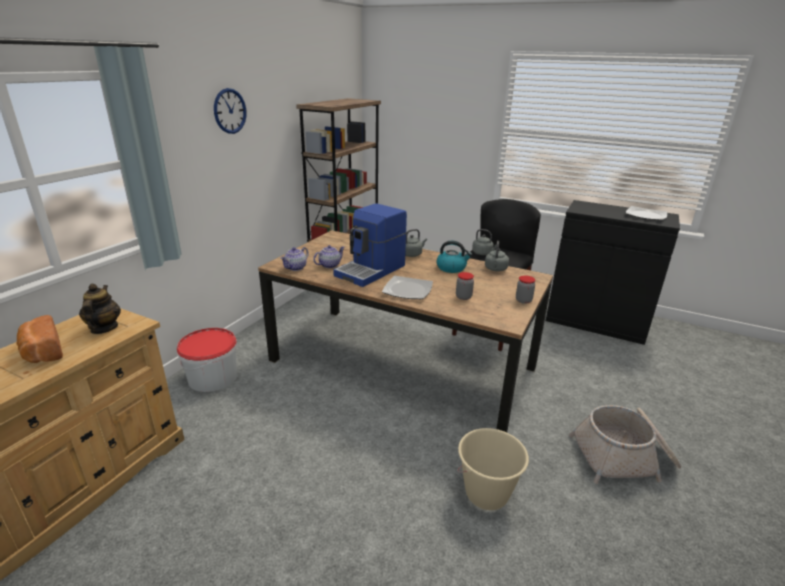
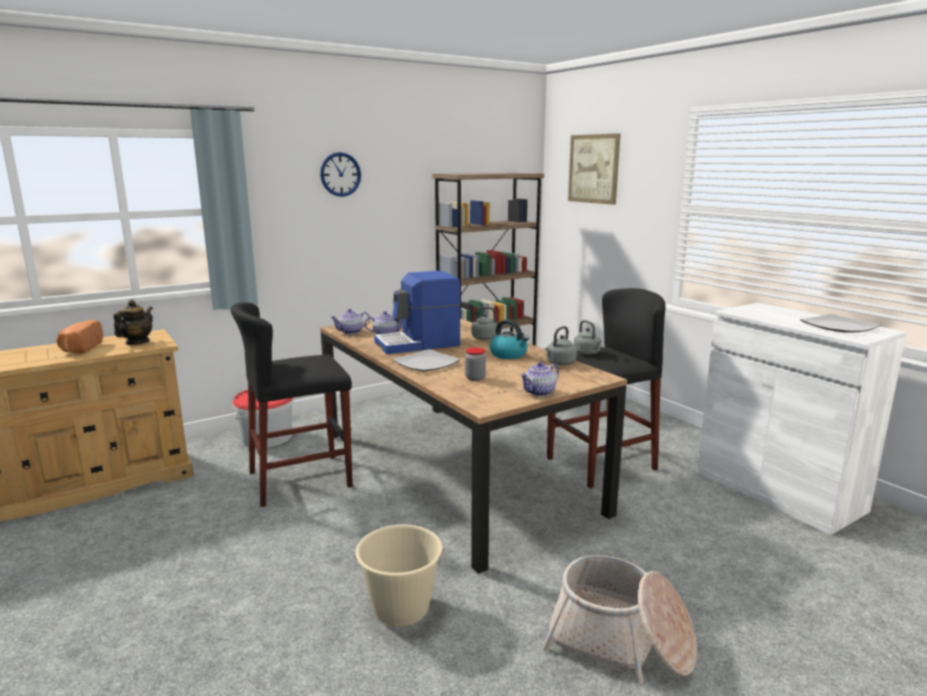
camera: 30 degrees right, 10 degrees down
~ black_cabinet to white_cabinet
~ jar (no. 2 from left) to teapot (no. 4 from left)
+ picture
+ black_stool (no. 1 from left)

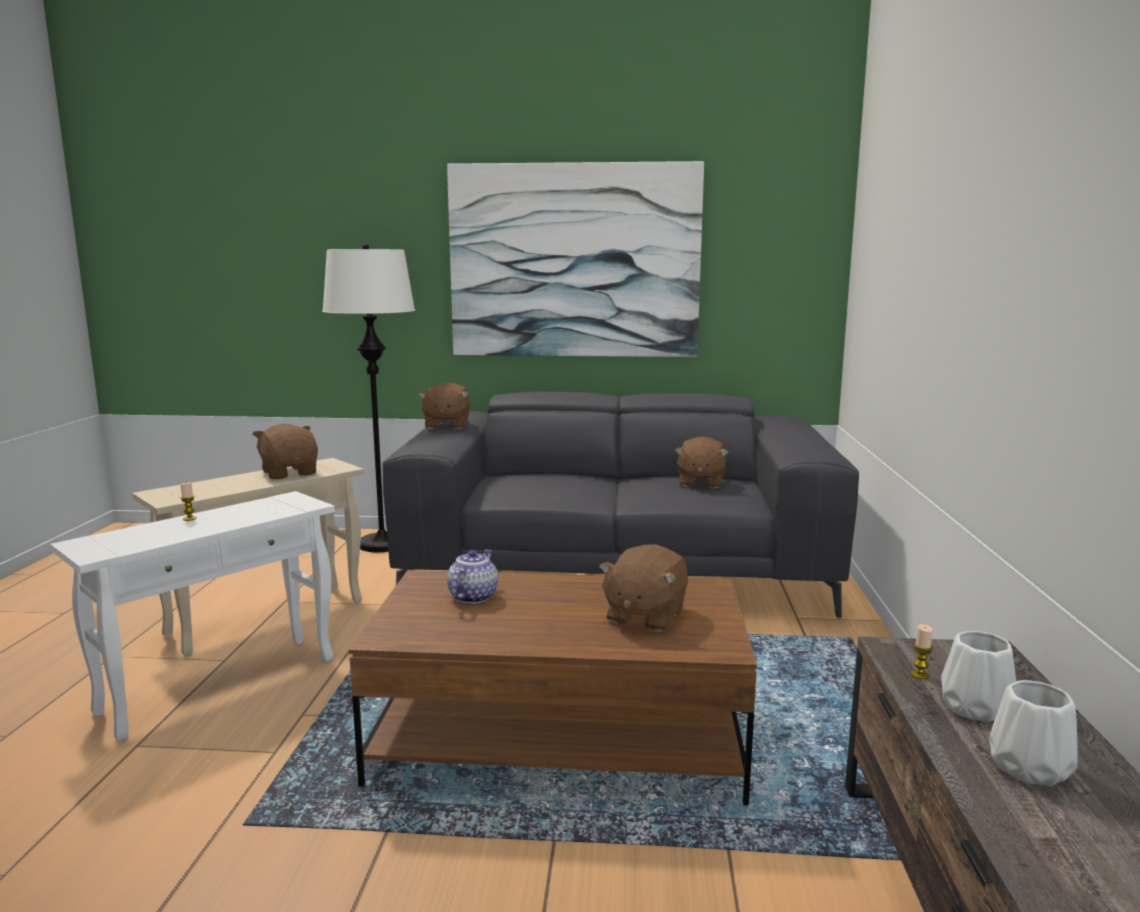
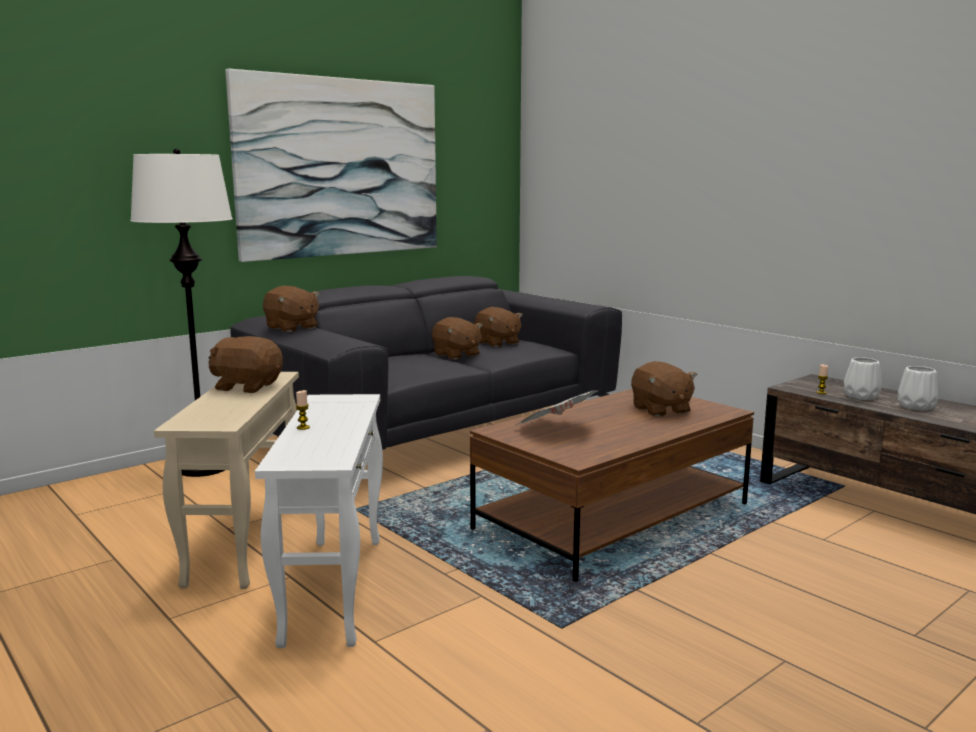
camera: 45 degrees left, 0 degrees up
~ teapot to newspaper
+ brown_plush_toy (no. 3 from left)

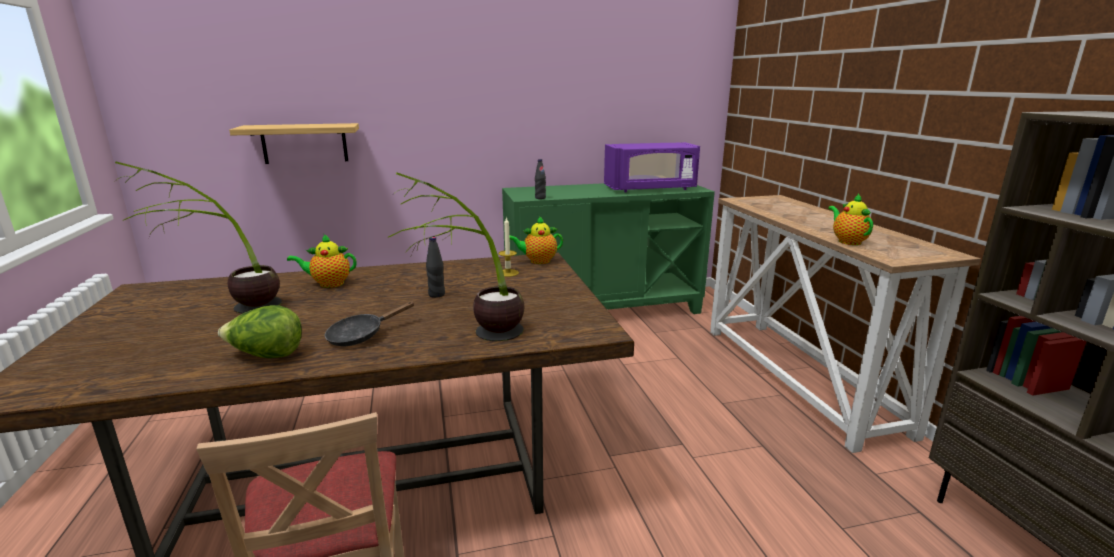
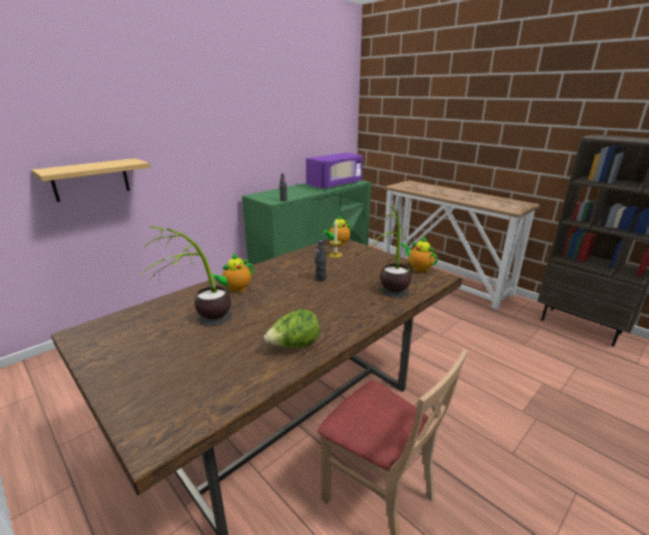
camera: 30 degrees left, 5 degrees up
~ teapot (no. 3 from left)
- black_frying_pan

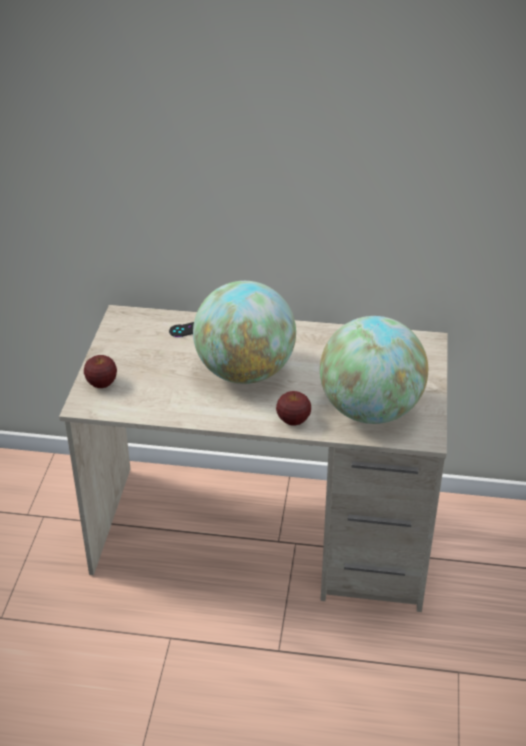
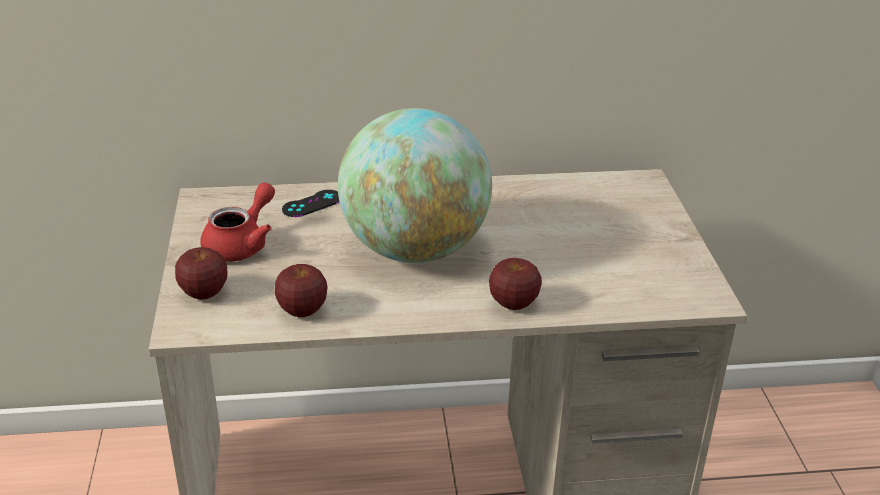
camera: 15 degrees left, 5 degrees down
- globe (no. 2 from left)
+ red_teapot
+ apple (no. 2 from left)

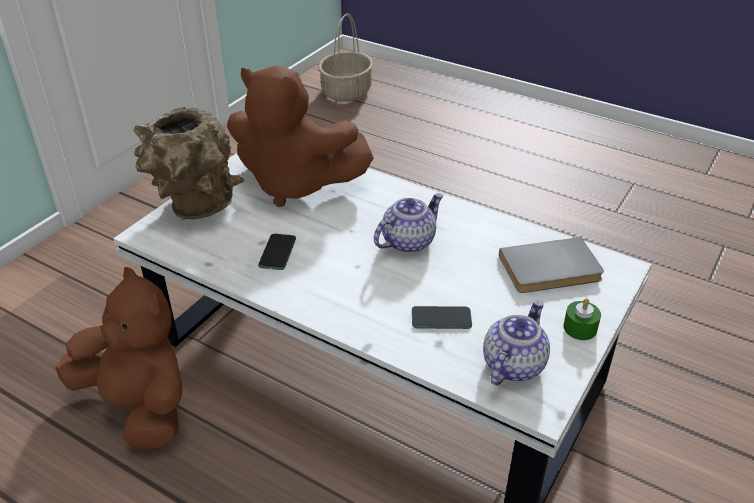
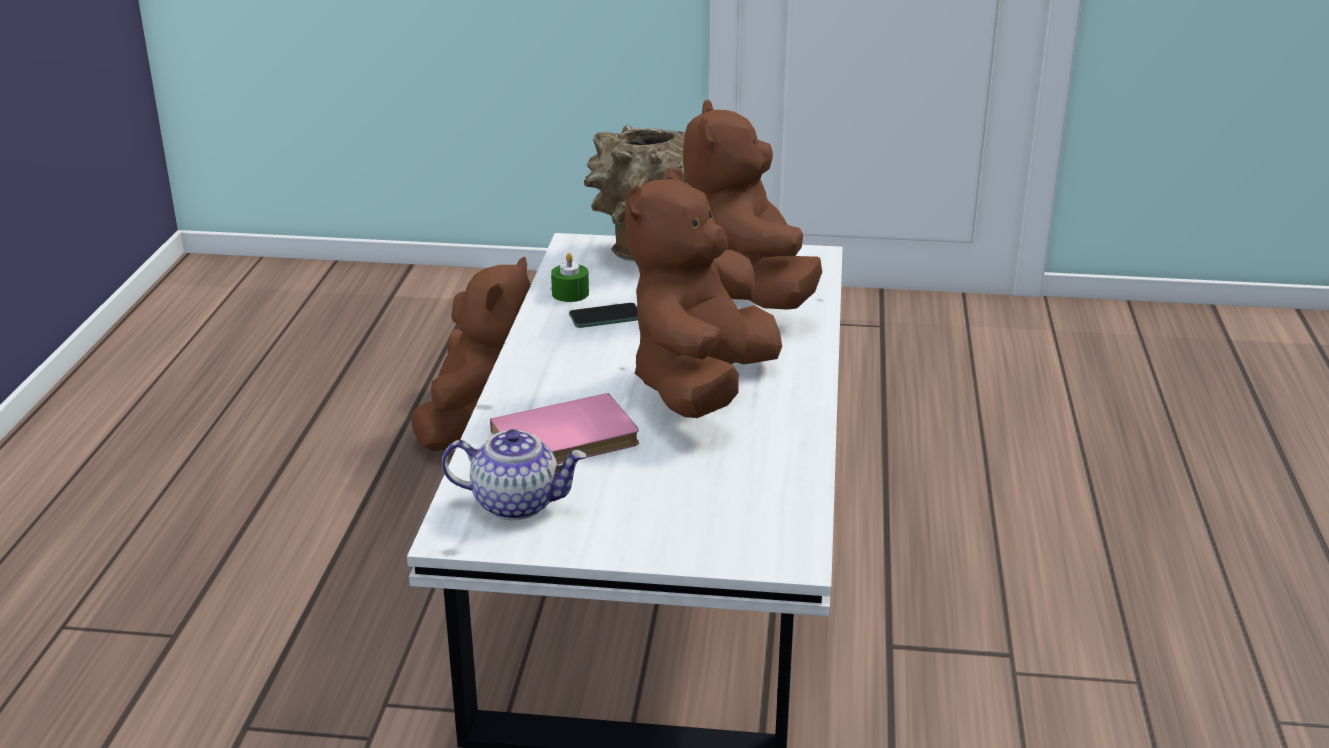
camera: 65 degrees right, 10 degrees down
- basket
~ teapot (no. 1 from left) to brown_plush_toy (no. 2 from left)
- grey_book
~ green_candle
~ phone (no. 2 from left) to pink_book

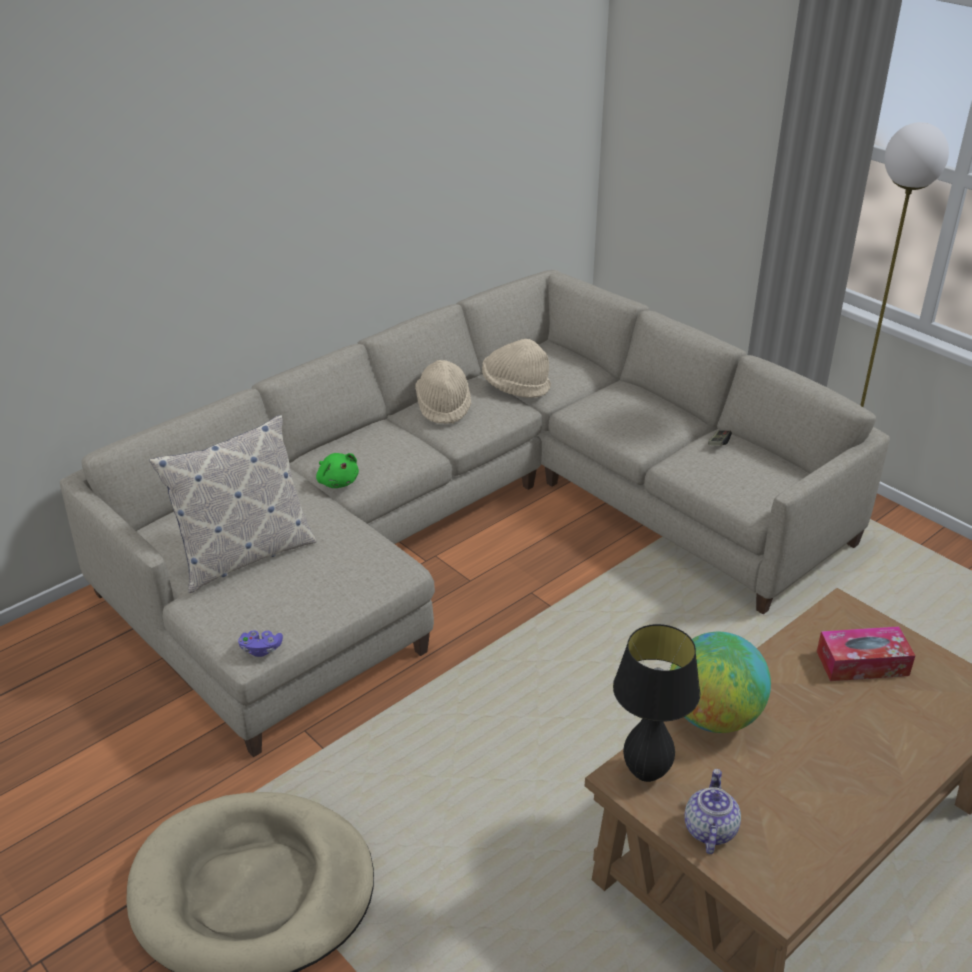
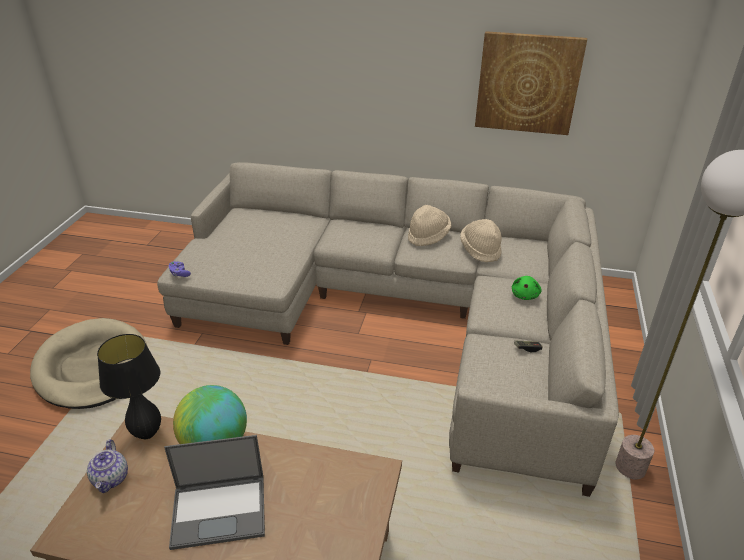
camera: 55 degrees right, 0 degrees up
- pillow
~ green_plush_toy
- tissue_box
~ teapot 105 degrees clockwise
+ picture
+ laptop

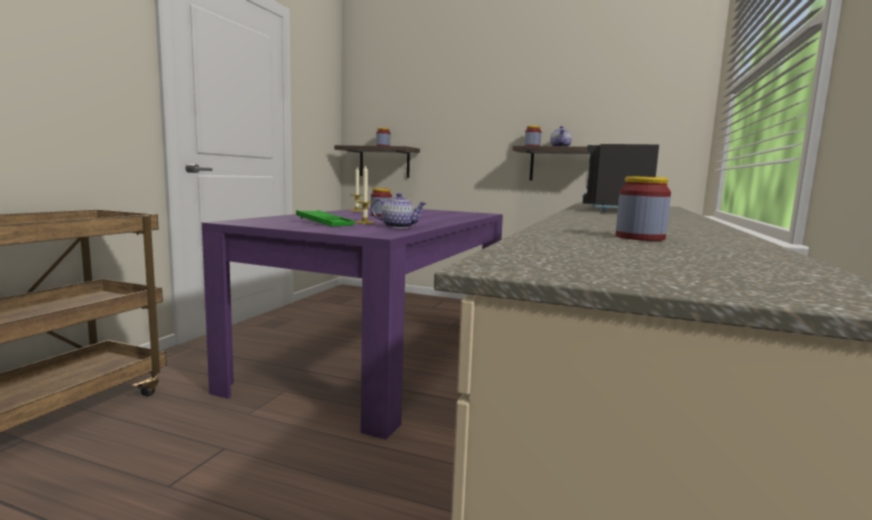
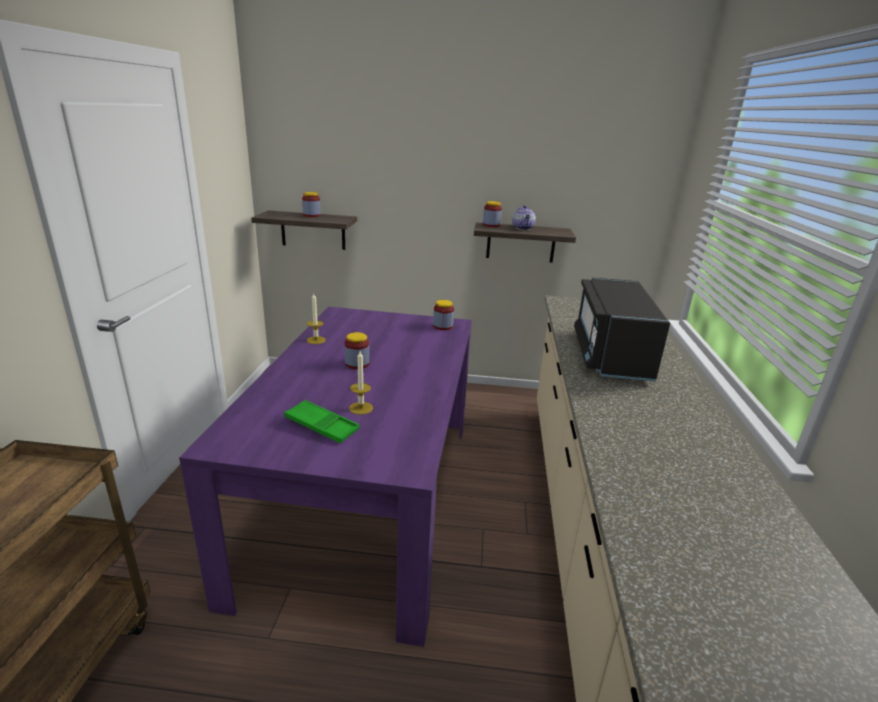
camera: 15 degrees left, 15 degrees up
~ jar (no. 4 from left in the first image) to jar (no. 3 from left)
- teapot (no. 1 from left)

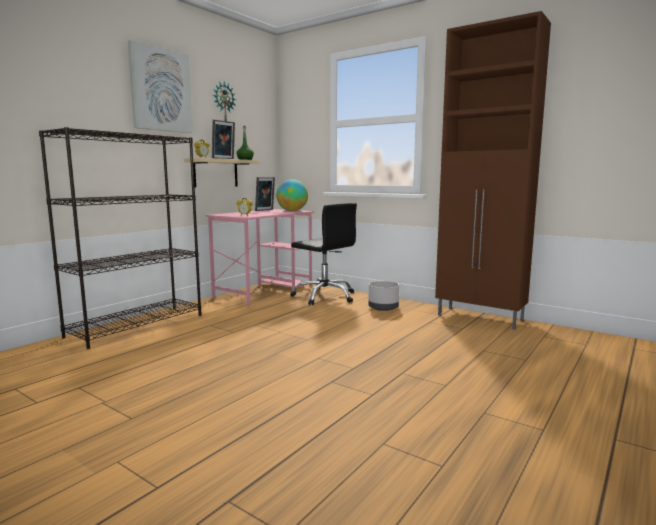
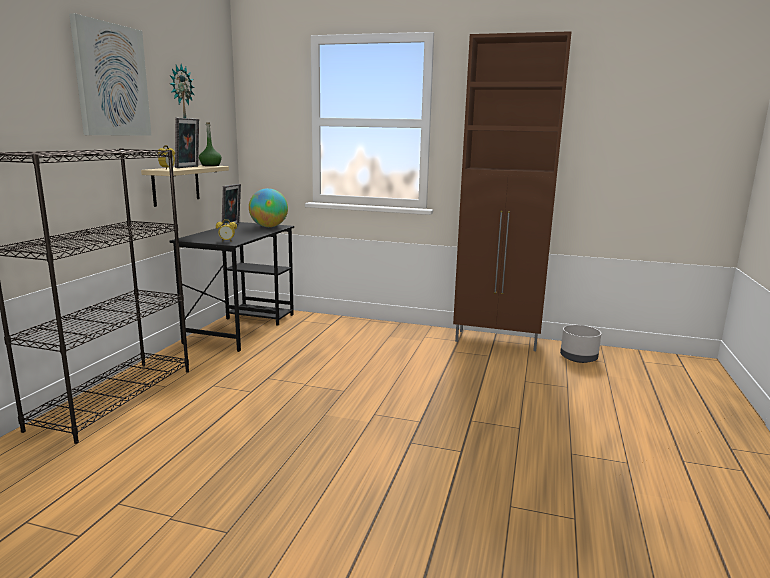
camera: 20 degrees left, 5 degrees up
- black_office_chair
~ pink_desk to black_desk
~ grey_planter

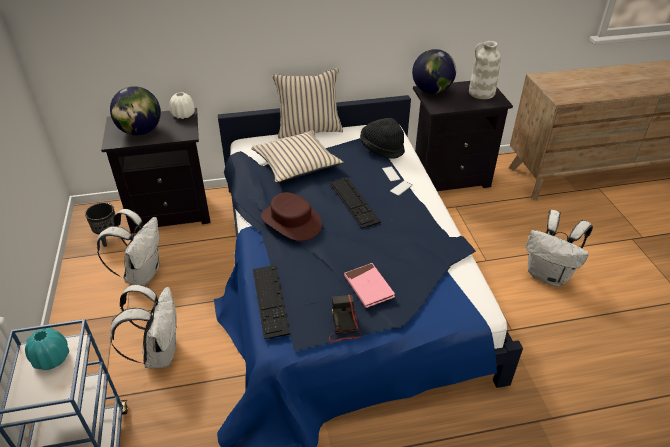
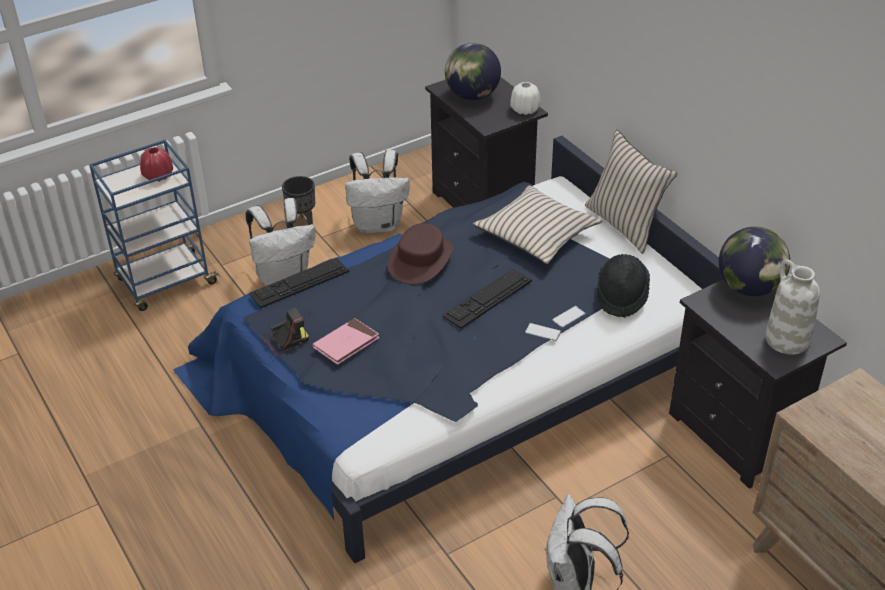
camera: 70 degrees right, 0 degrees up
~ black_planter
~ turquoise_vase to red_vase

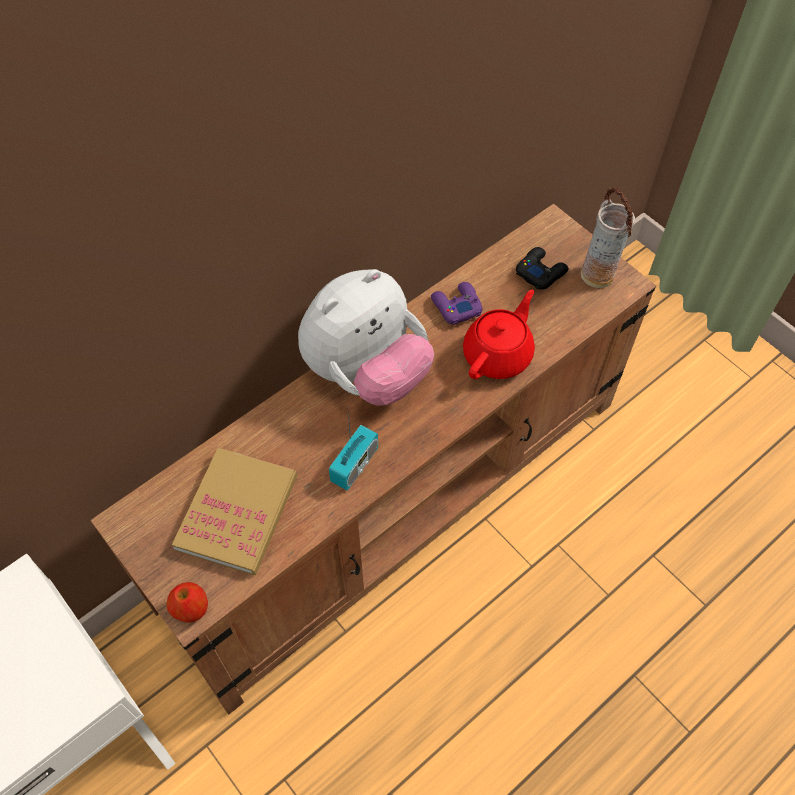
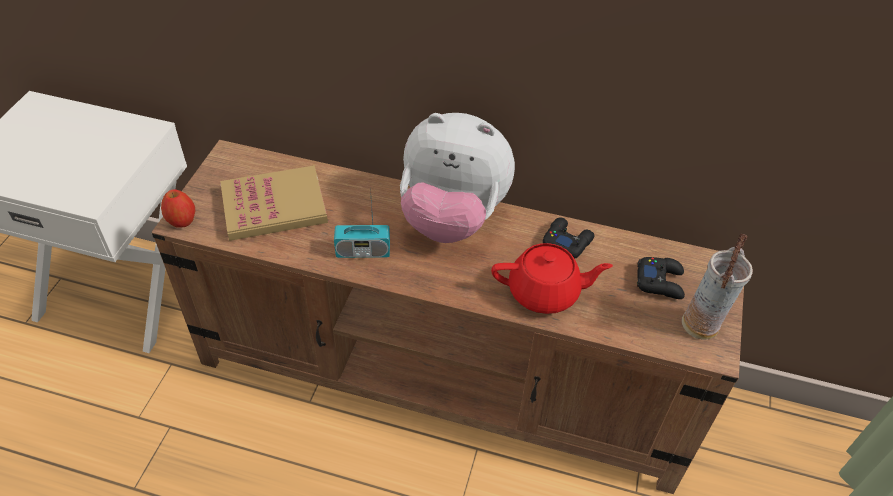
camera: 55 degrees right, 10 degrees down
~ purple_game_controller to black_game_controller (no. 1 from left)

